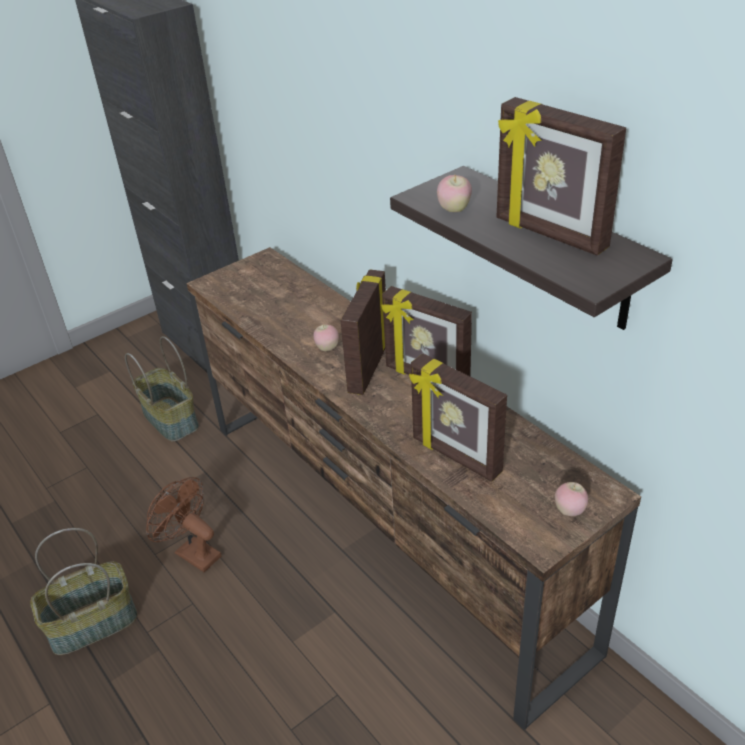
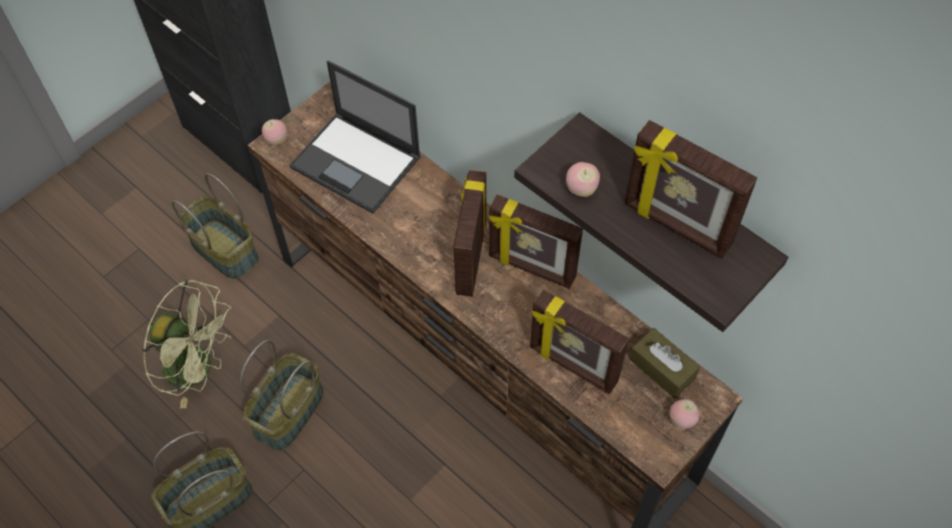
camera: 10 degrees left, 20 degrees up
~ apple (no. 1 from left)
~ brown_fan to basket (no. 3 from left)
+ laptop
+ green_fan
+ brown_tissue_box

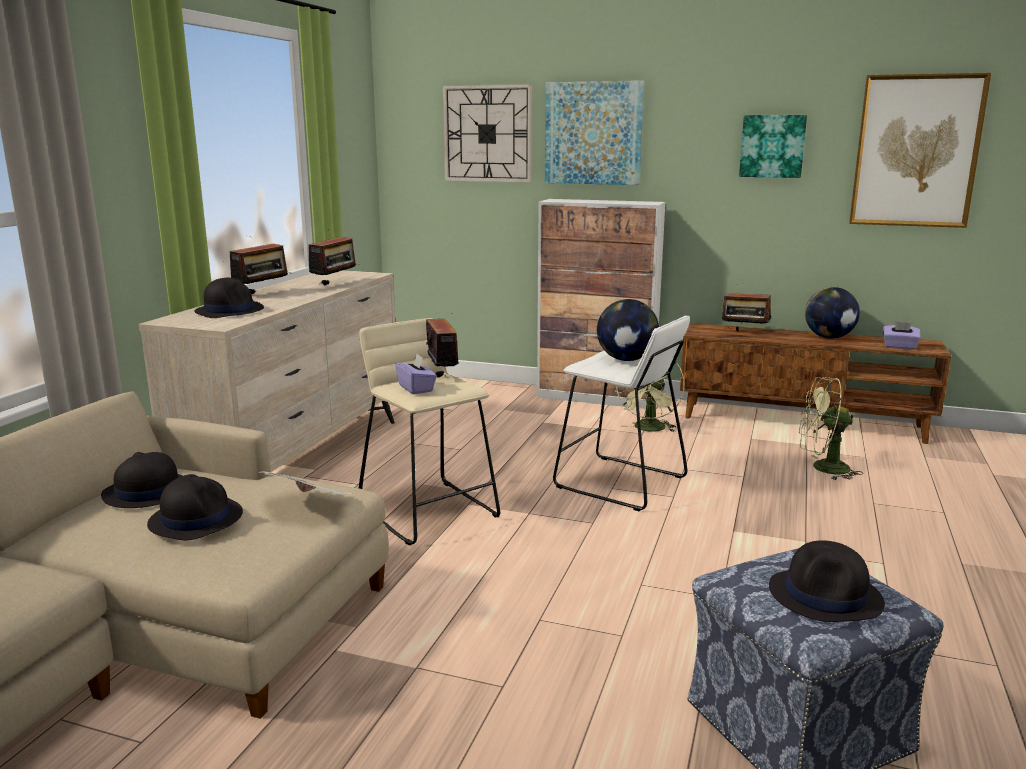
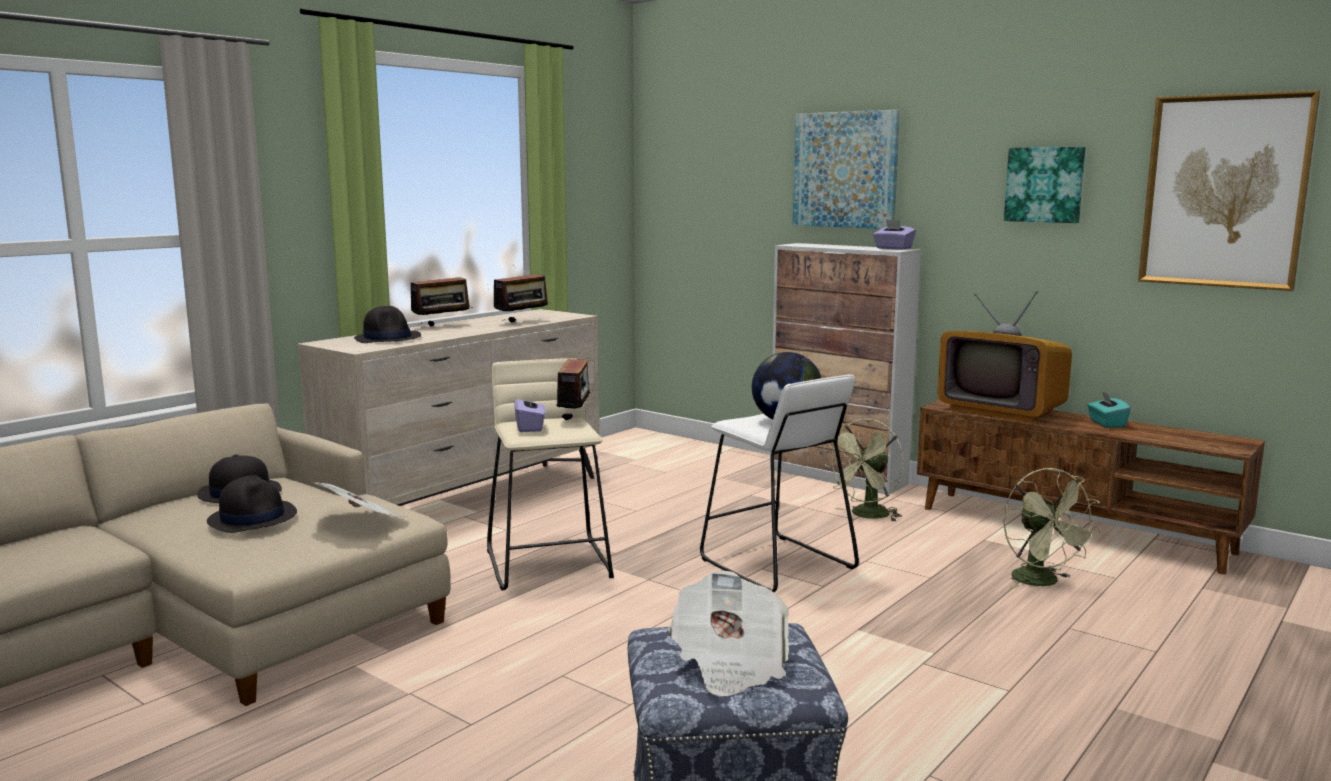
camera: 20 degrees right, 5 degrees down
- wall_clock
~ radio (no. 4 from left) to television
~ globe (no. 2 from left) to turquoise_tissue_box
~ purple_tissue_box (no. 2 from left)
~ green_fan (no. 2 from left) 135 degrees counterclockwise
~ black_hat (no. 4 from left) to newspaper (no. 2 from left)

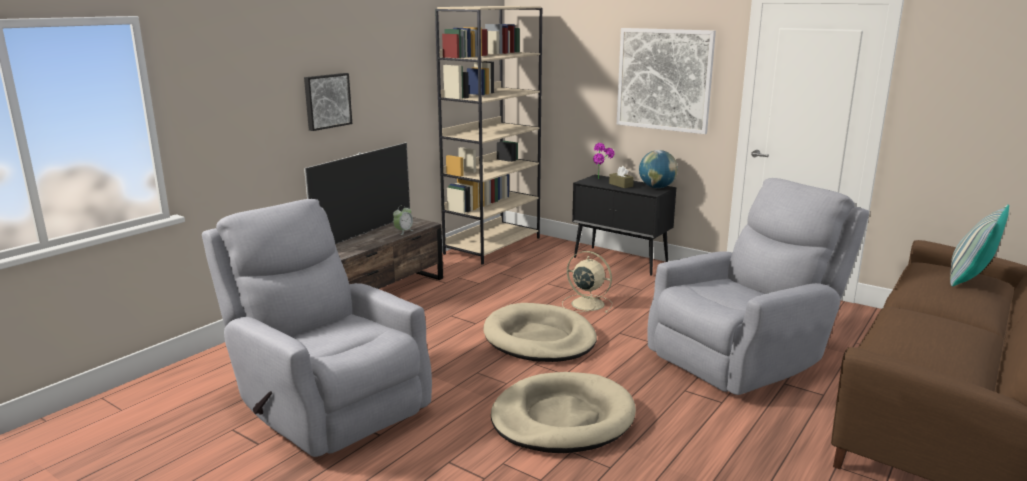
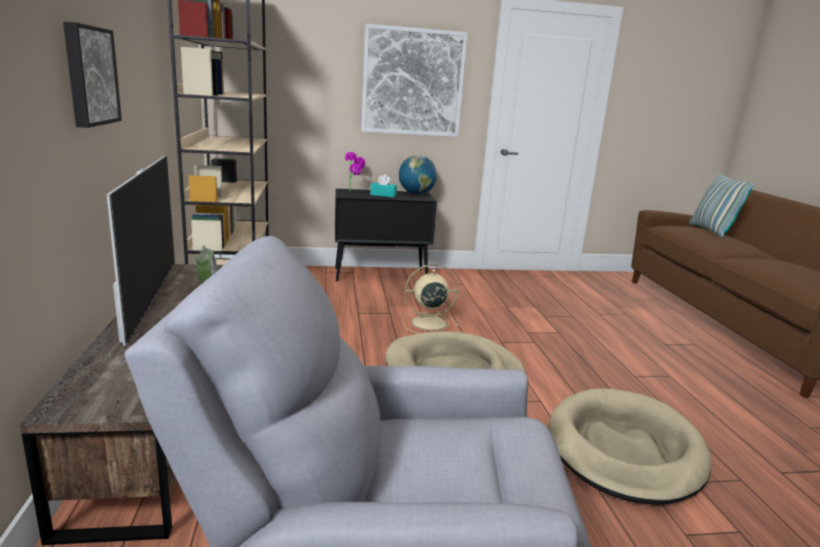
camera: 45 degrees left, 0 degrees up
~ brown_tissue_box to turquoise_tissue_box
- grey_armchair (no. 2 from left)

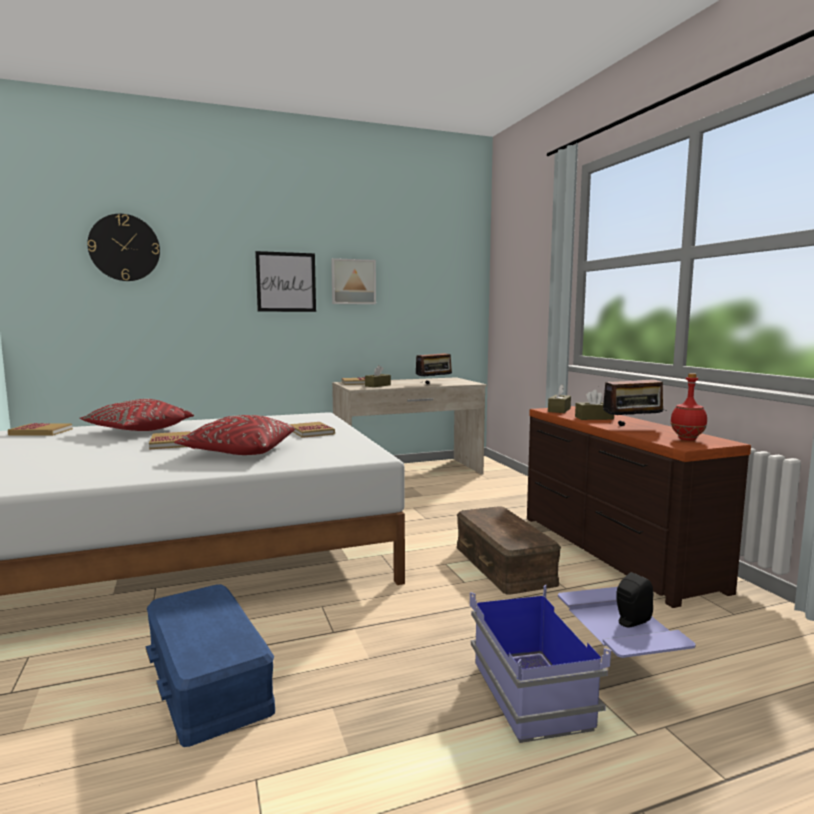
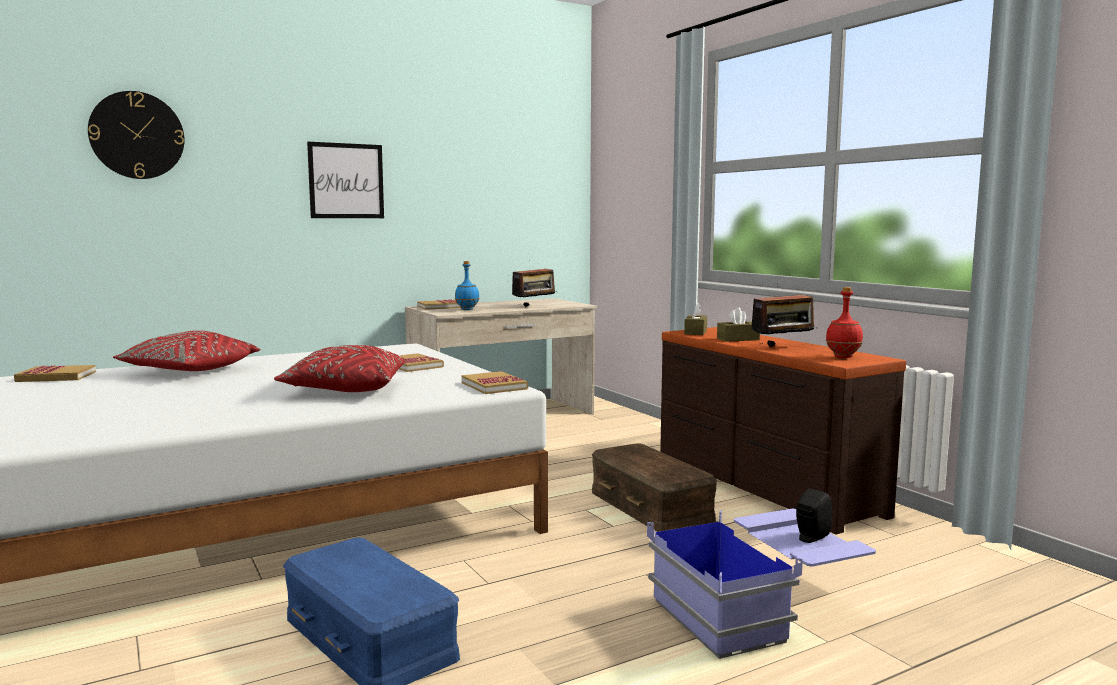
camera: 10 degrees left, 0 degrees up
- picture (no. 2 from left)
~ brown_tissue_box (no. 1 from left) to blue_bottle
~ book (no. 2 from left in the first image) to book (no. 4 from left)

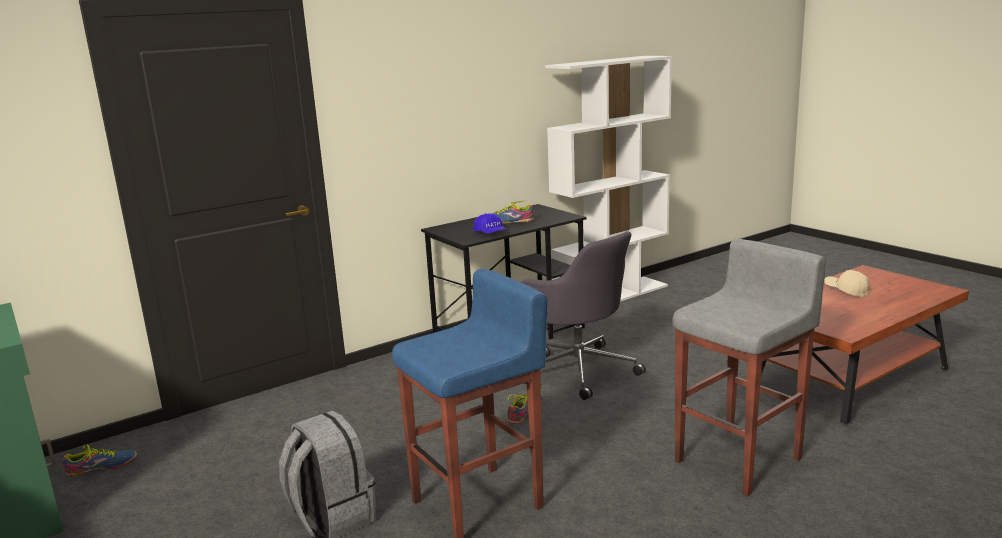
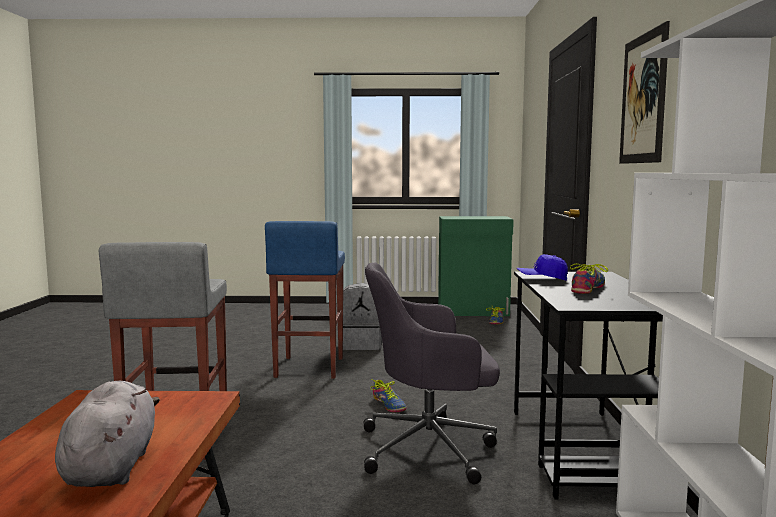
camera: 125 degrees right, 10 degrees down
~ beige_cap to grey_plush_toy
+ picture

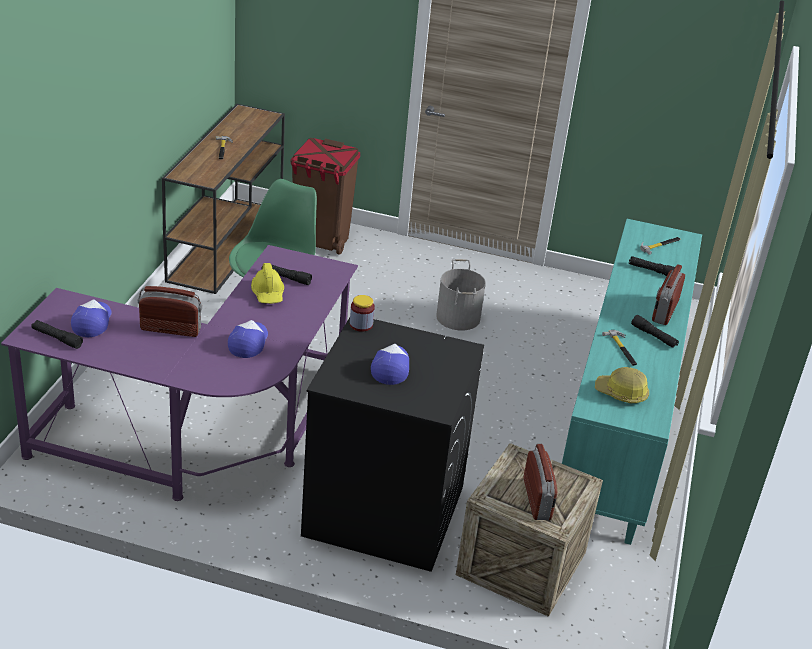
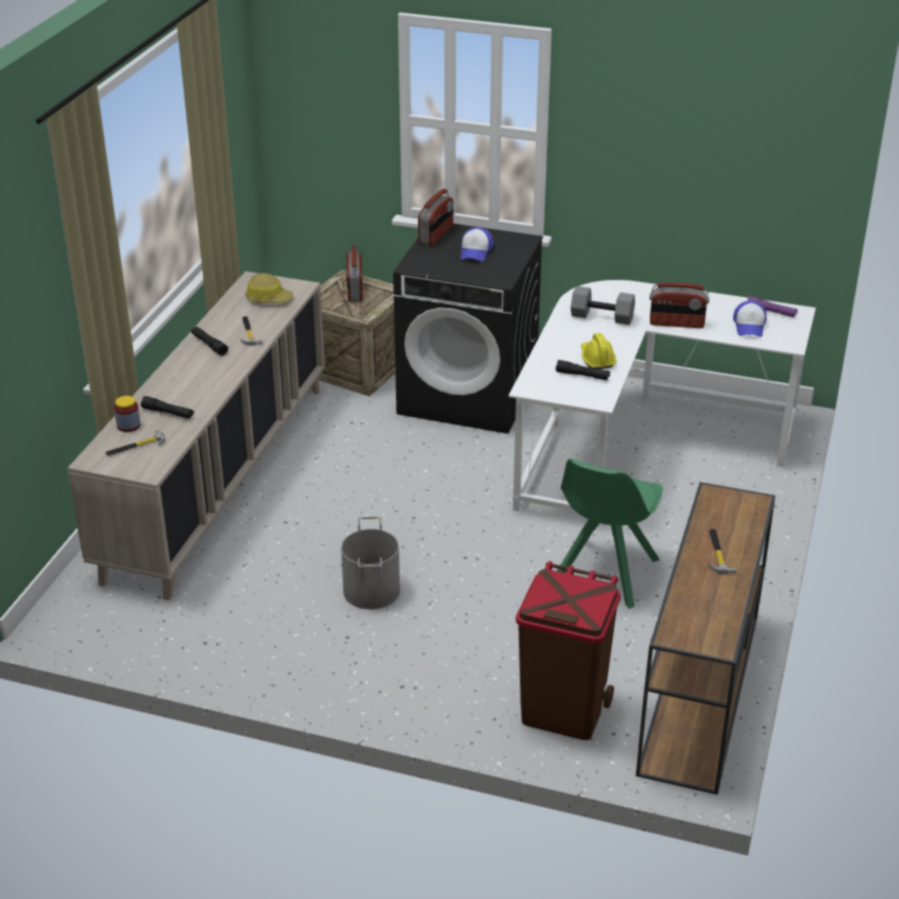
camera: 175 degrees left, 0 degrees up
~ turquoise_cabinet to beige_cabinet
~ purple_desk to white_desk
~ radio (no. 3 from left in the first image) to radio (no. 2 from left)
~ jar
~ black_flashlight (no. 1 from left) to purple_flashlight
~ cap (no. 2 from left) to grey_dumbbell

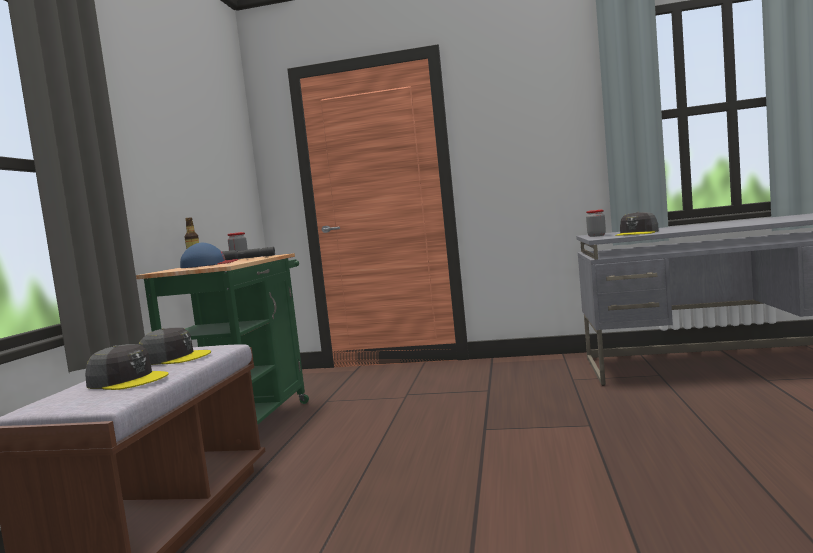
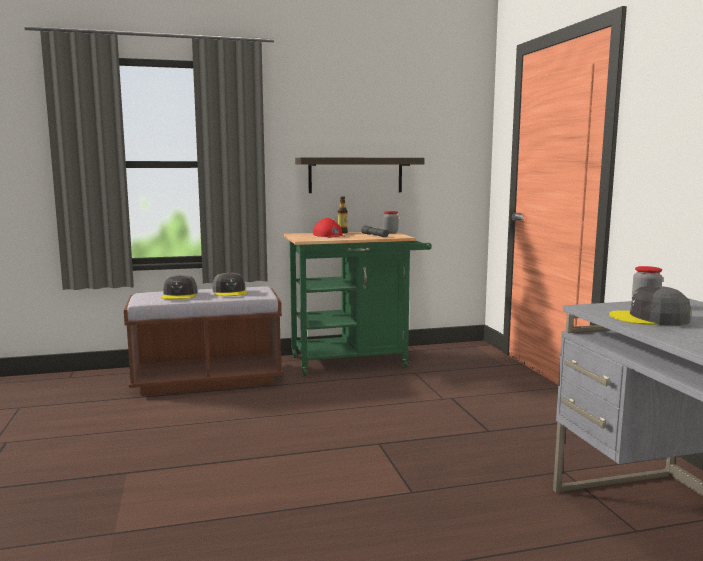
camera: 65 degrees right, 5 degrees up
~ blue_cap to red_cap
+ shelf

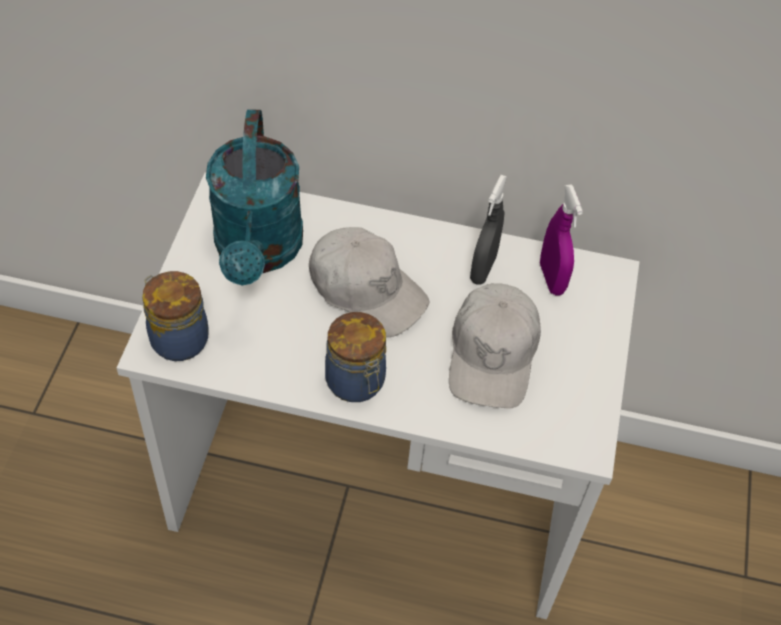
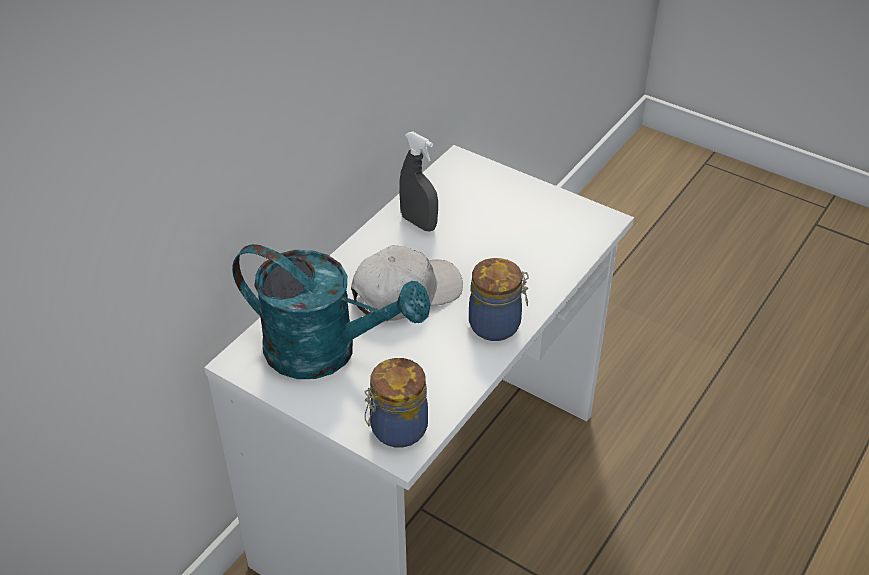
camera: 65 degrees left, 10 degrees down
- purple_spray_bottle
- white_cap (no. 2 from left)

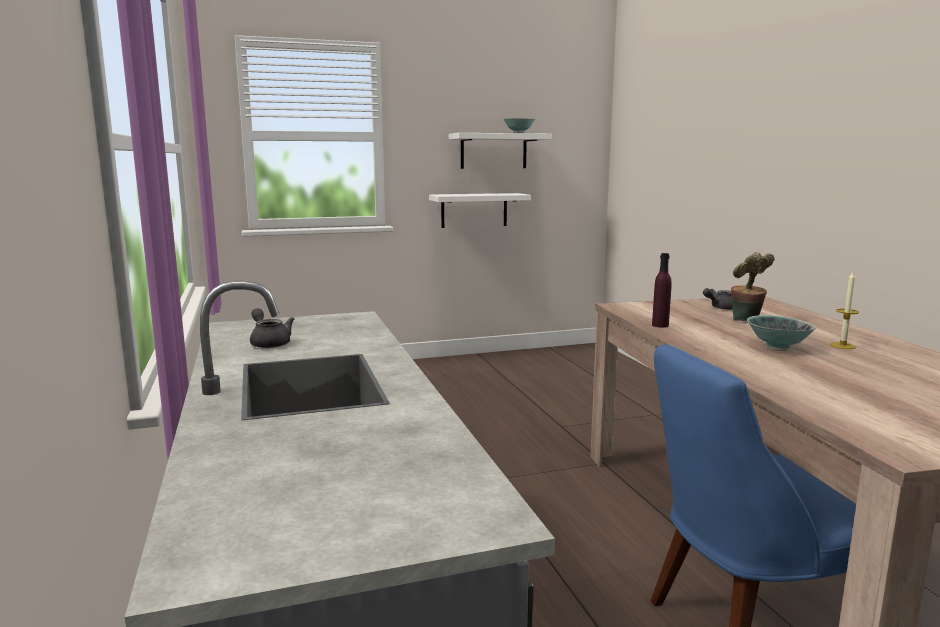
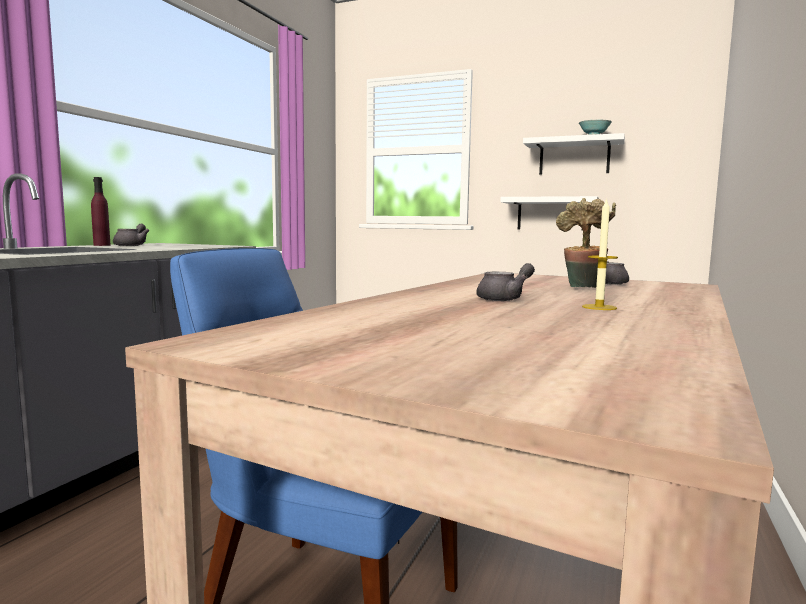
camera: 40 degrees right, 5 degrees down
~ purple_bottle
~ bowl (no. 2 from left) to grey_teapot (no. 2 from left)

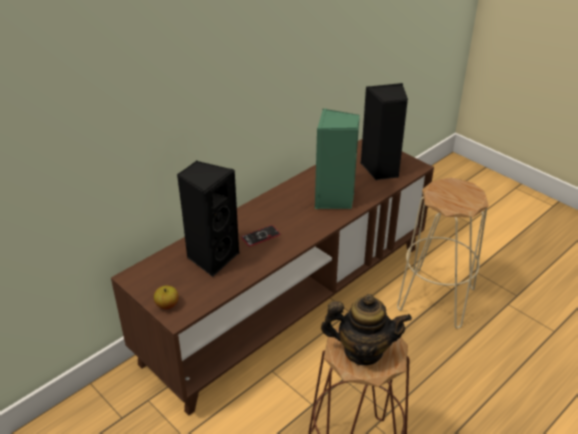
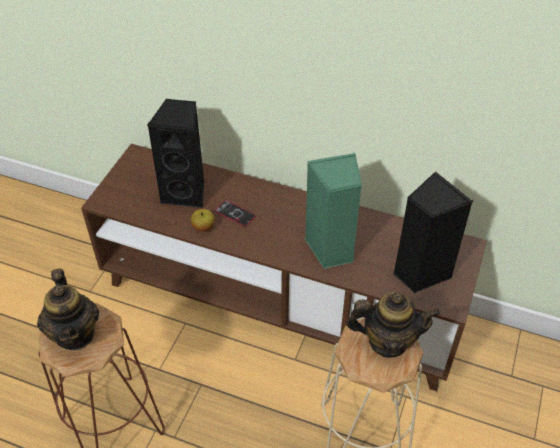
camera: 65 degrees right, 10 degrees up
~ apple
+ teapot (no. 2 from left)

